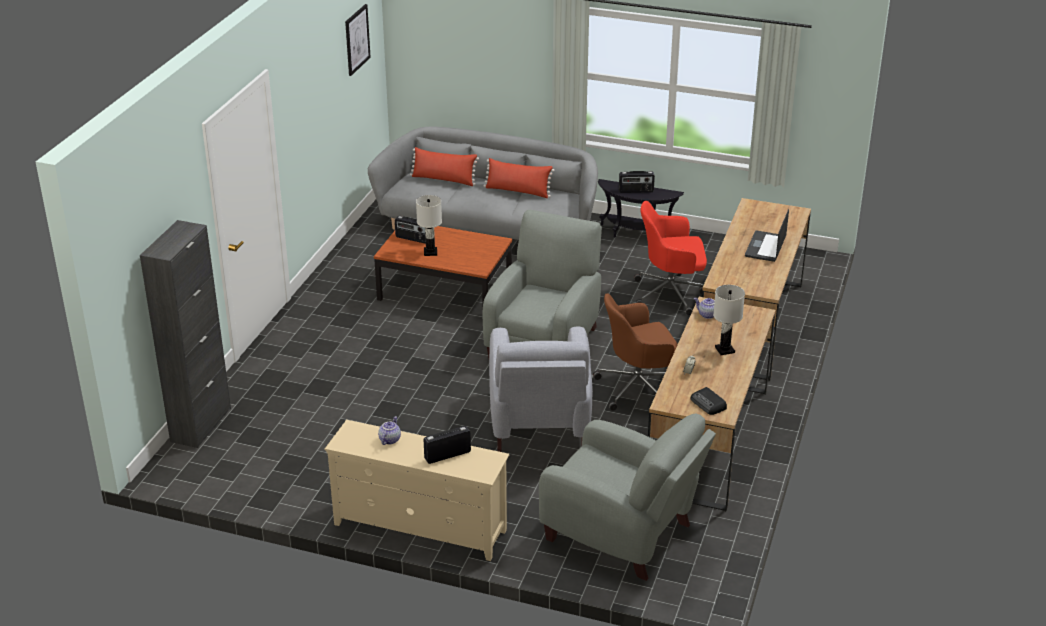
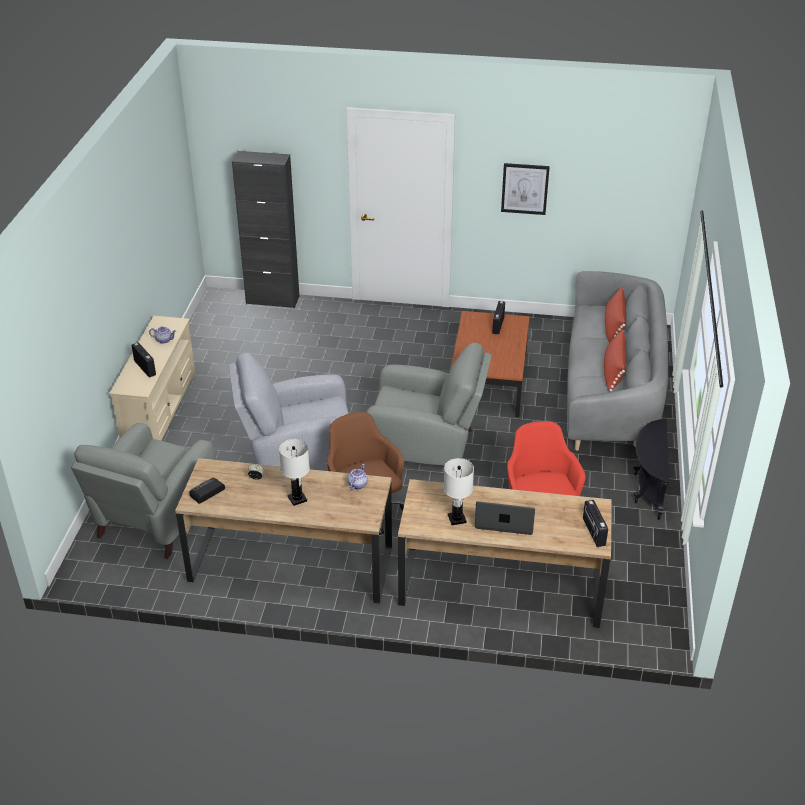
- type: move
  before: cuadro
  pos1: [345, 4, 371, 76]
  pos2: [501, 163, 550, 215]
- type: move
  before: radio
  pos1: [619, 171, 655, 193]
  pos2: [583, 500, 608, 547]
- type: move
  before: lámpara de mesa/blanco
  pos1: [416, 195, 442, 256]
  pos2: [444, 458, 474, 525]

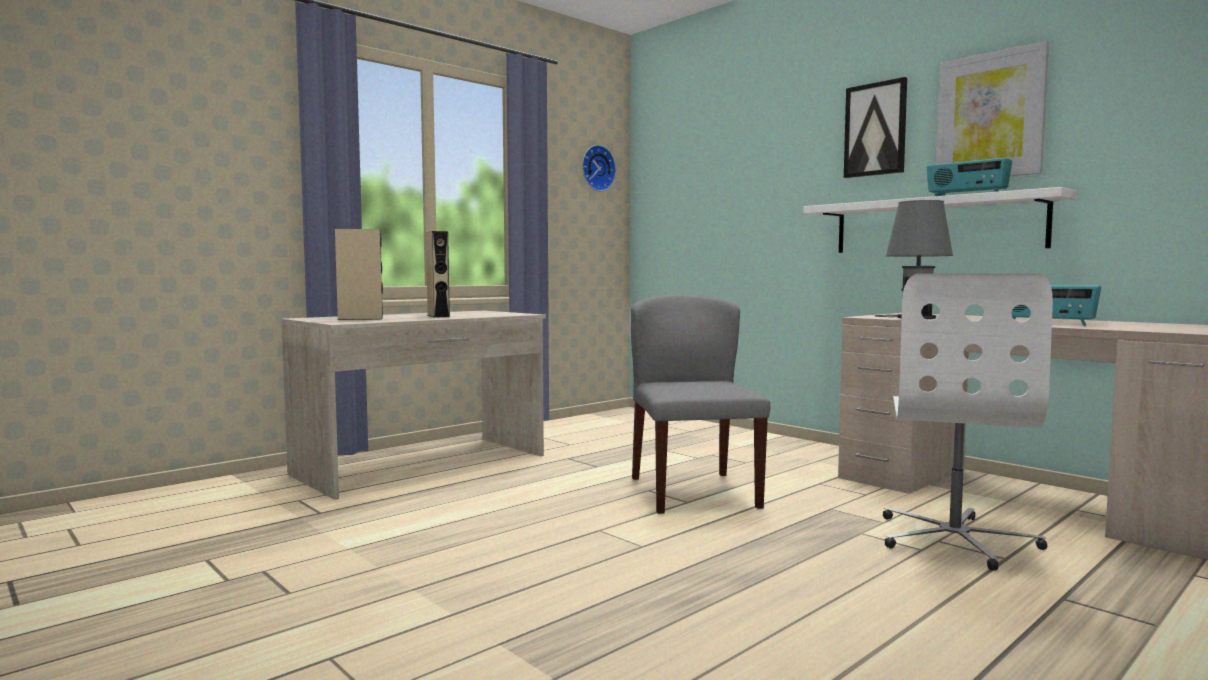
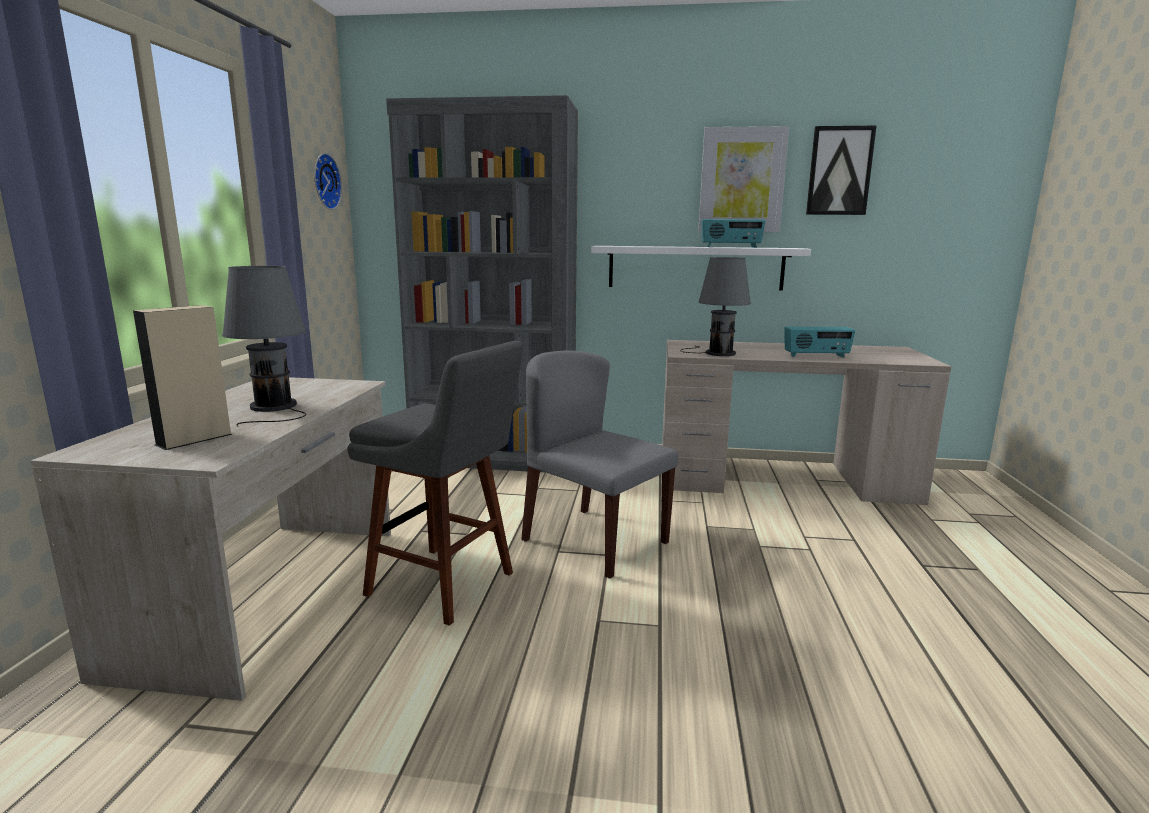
- type: move
  before: cuadro
  pos1: [844, 77, 907, 178]
  pos2: [806, 126, 877, 215]
- type: replace
  before: altavoz/beis
  after: lámpara de mesa/gris
  pos1: [426, 231, 450, 317]
  pos2: [222, 266, 307, 427]
- type: delete
  before: silla de oficina/blanco
  pos1: [883, 273, 1053, 571]
- type: insert
  after: estantería/gris
  pos2: [386, 95, 578, 472]
- type: insert
  after: taburete/gris
  pos2: [347, 341, 523, 626]

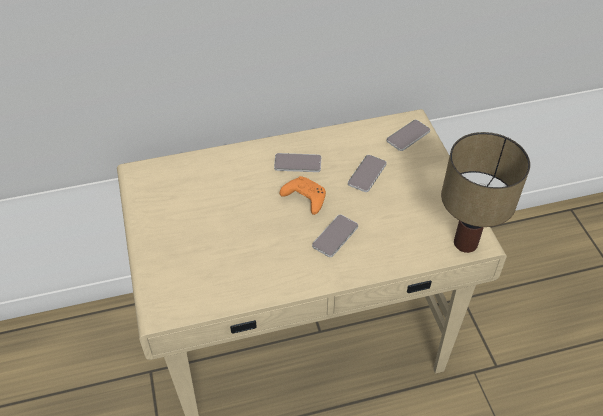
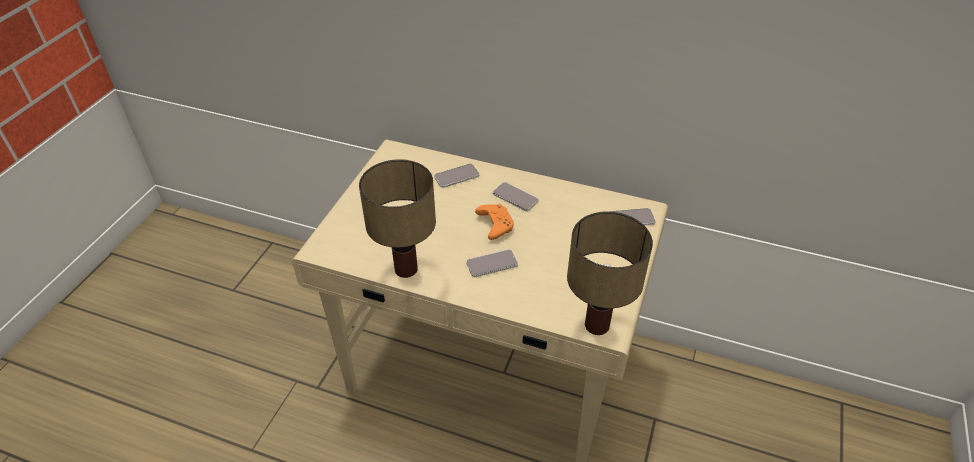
- type: move
  before: móvil
  pos1: [348, 155, 387, 192]
  pos2: [434, 164, 479, 188]
- type: insert
  after: lámpara de mesa
  pos2: [359, 159, 436, 278]

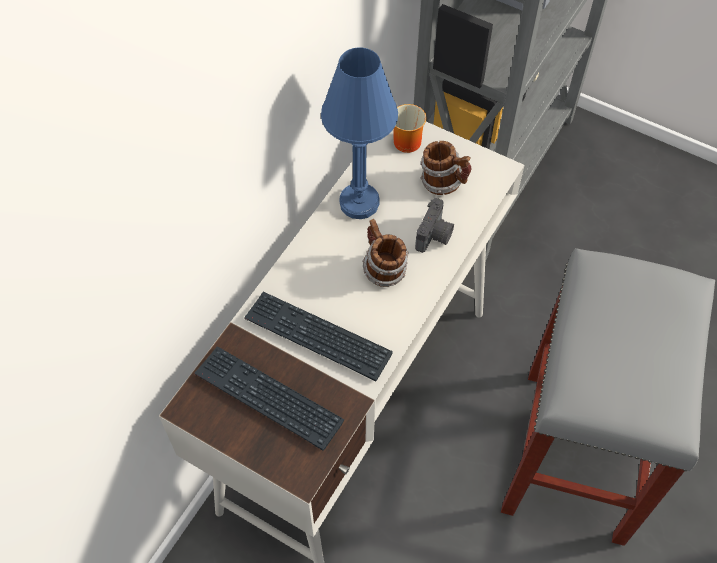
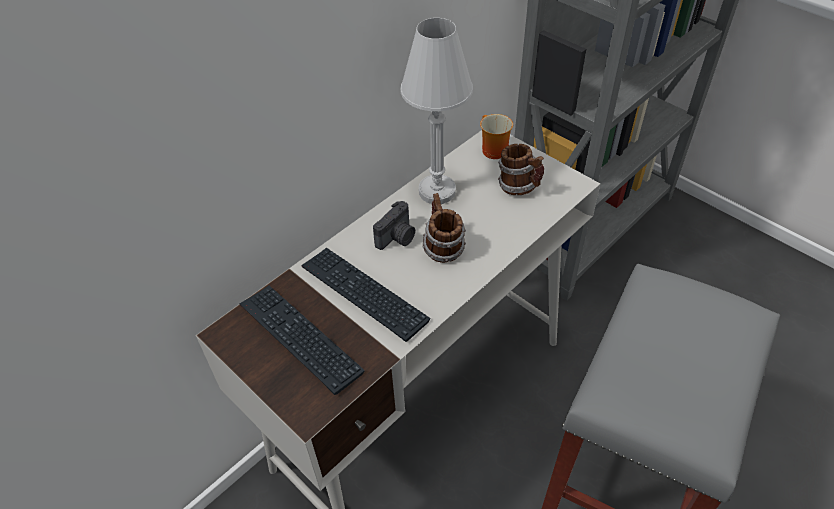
- type: recolor
  before: lámpara de mesa/azul
  after: lámpara de mesa/blanco
  pos1: [321, 47, 398, 219]
  pos2: [400, 18, 473, 204]
- type: move
  before: cámara
  pos1: [415, 198, 454, 253]
  pos2: [373, 201, 415, 250]

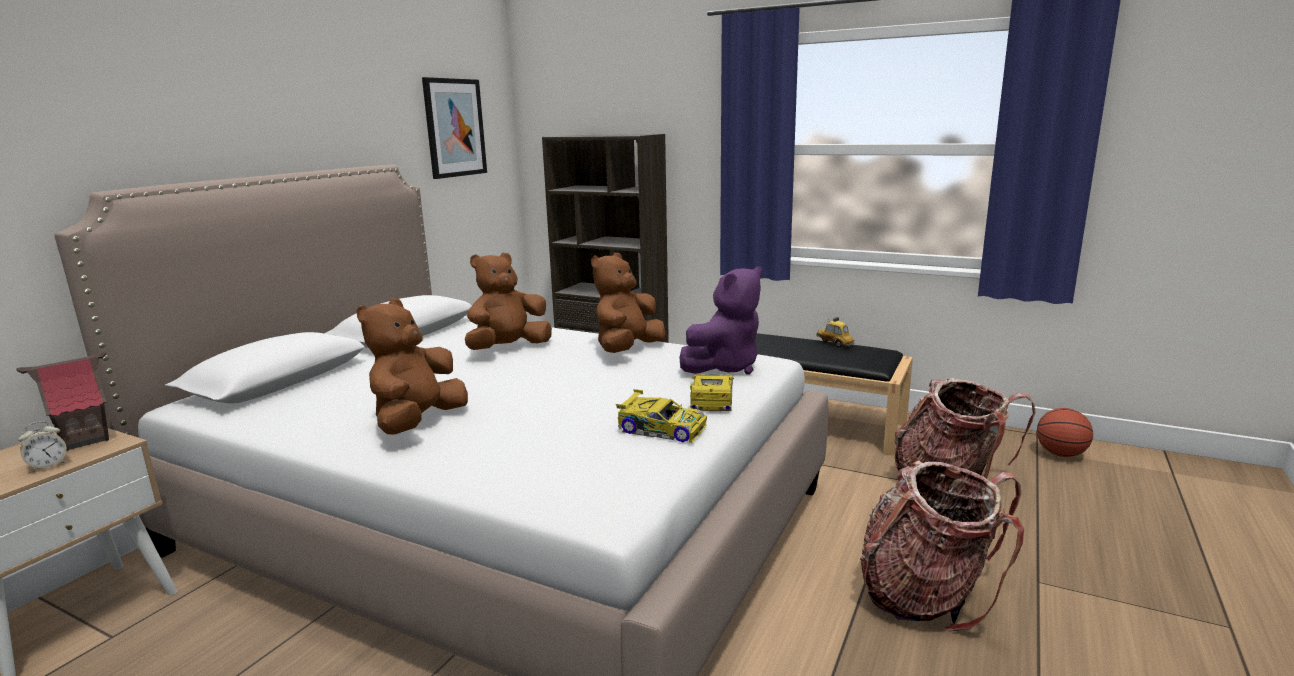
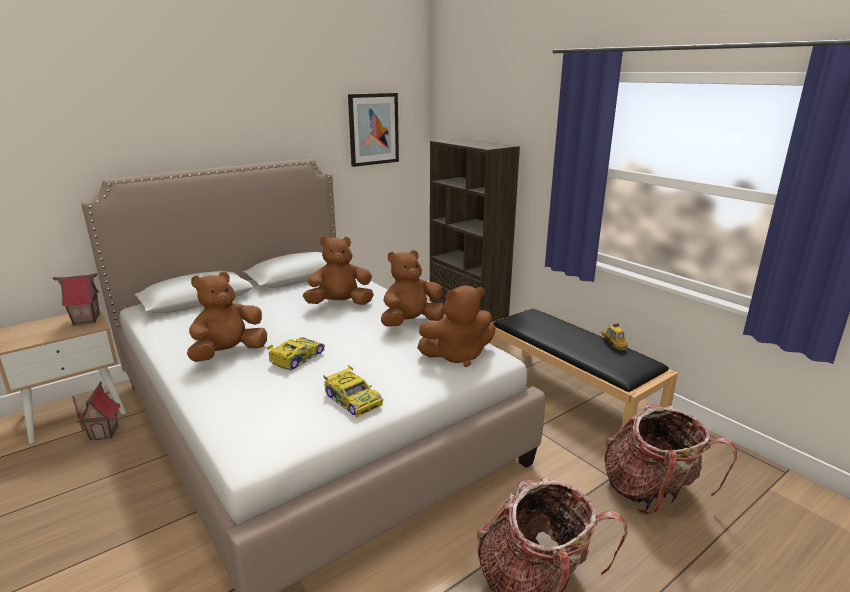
- type: recolor
  before: peluche/morado
  after: peluche/marrón
  pos1: [679, 266, 763, 375]
  pos2: [417, 285, 496, 367]
- type: move
  before: coche de juguete
  pos1: [690, 373, 734, 411]
  pos2: [267, 337, 325, 370]
- type: delete
  before: balón de baloncesto
  pos1: [1037, 408, 1093, 457]
- type: delete
  before: despertador
  pos1: [18, 421, 67, 472]
- type: insert
  after: casita
  pos2: [77, 381, 120, 441]

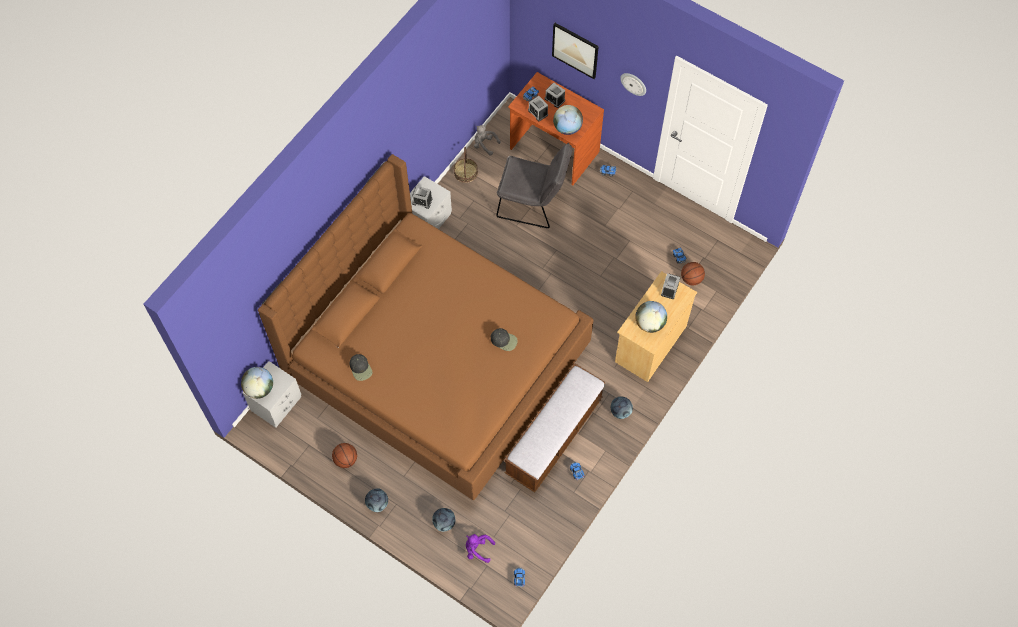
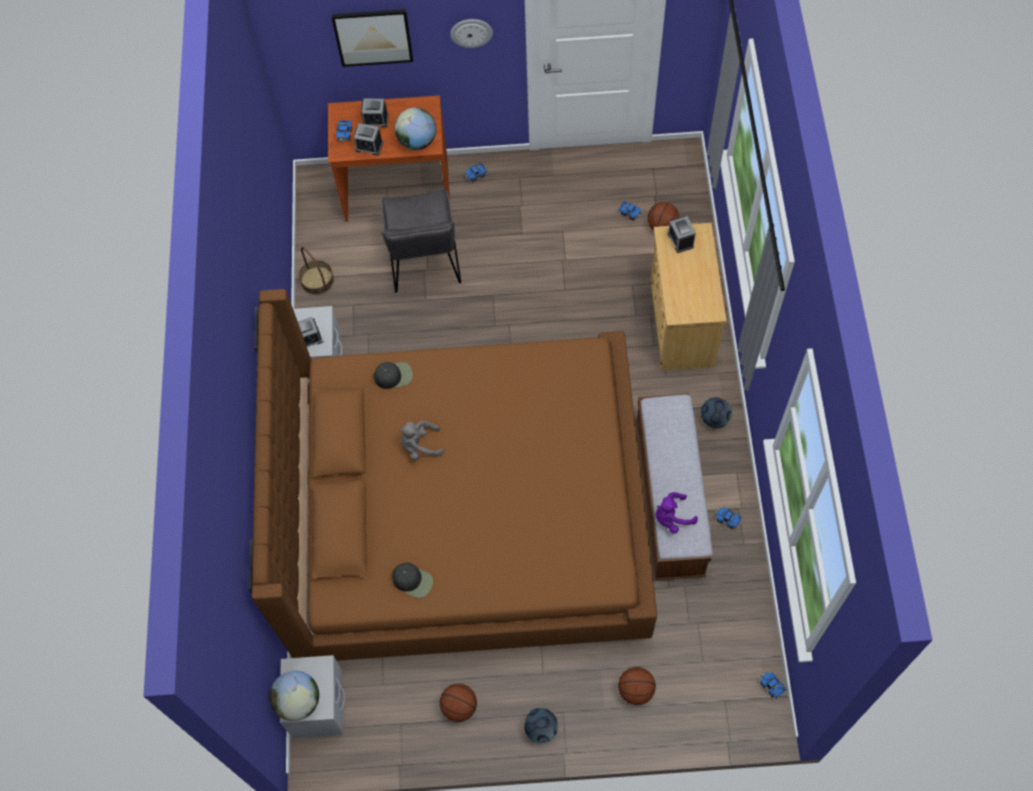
- type: move
  before: peluche/gris
  pos1: [474, 125, 501, 156]
  pos2: [399, 421, 444, 460]
- type: rotate
  before: silla/gris
  pos1: [496, 143, 572, 228]
  pos2: [381, 189, 461, 293]
  turn: 105
- type: delete
  before: globo terráqueo
  pos1: [635, 301, 667, 333]
- type: move
  before: gorra/negro
  pos1: [491, 328, 518, 351]
  pos2: [374, 362, 413, 389]
- type: replace
  before: balón de fútbol
  after: balón de baloncesto
  pos1: [432, 508, 455, 532]
  pos2: [618, 667, 656, 705]
- type: move
  before: peluche/morado
  pos1: [466, 534, 495, 563]
  pos2: [656, 492, 698, 533]

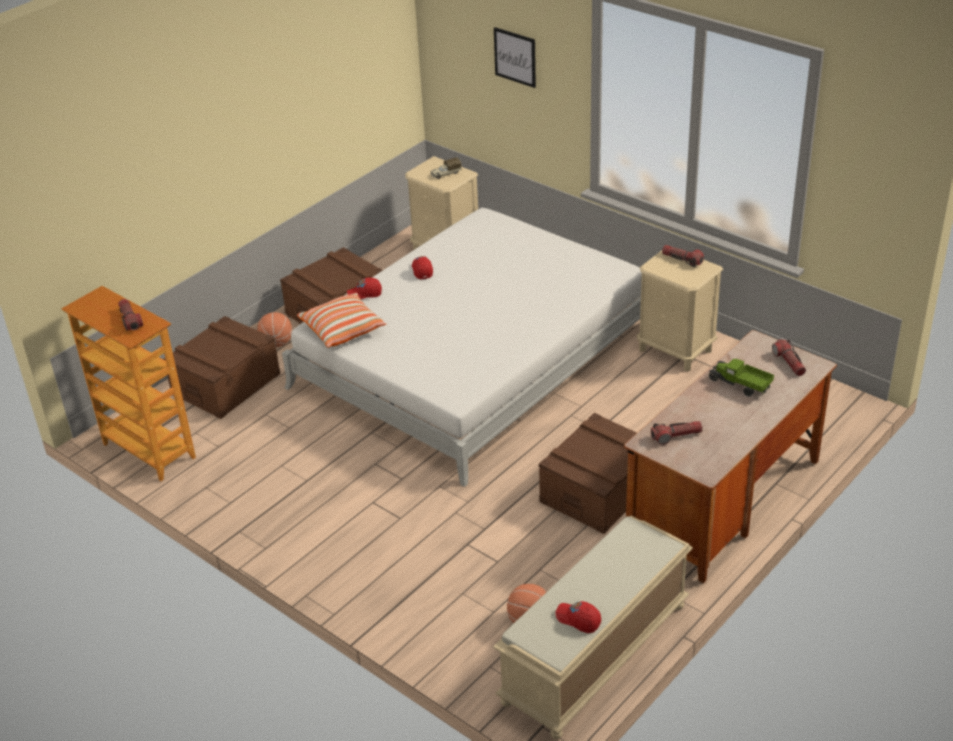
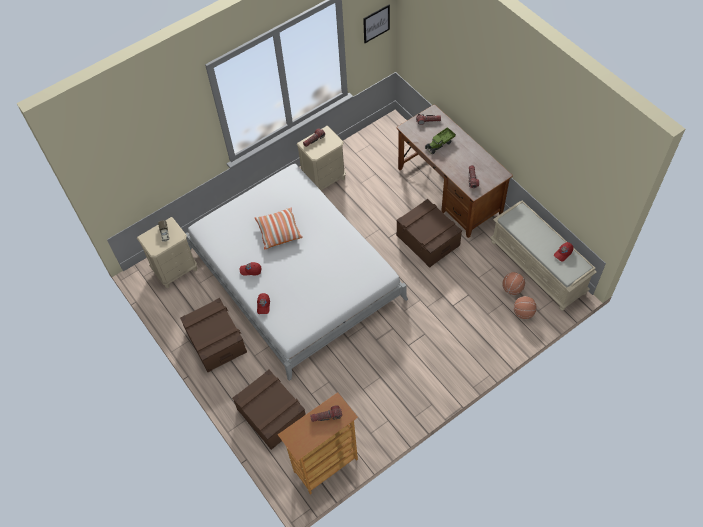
- type: move
  before: cuadro
  pos1: [494, 27, 536, 88]
  pos2: [363, 5, 390, 43]
- type: move
  before: cojín
  pos1: [297, 293, 387, 348]
  pos2: [255, 207, 303, 250]
- type: move
  before: balón de baloncesto
  pos1: [257, 312, 292, 347]
  pos2: [514, 296, 537, 319]

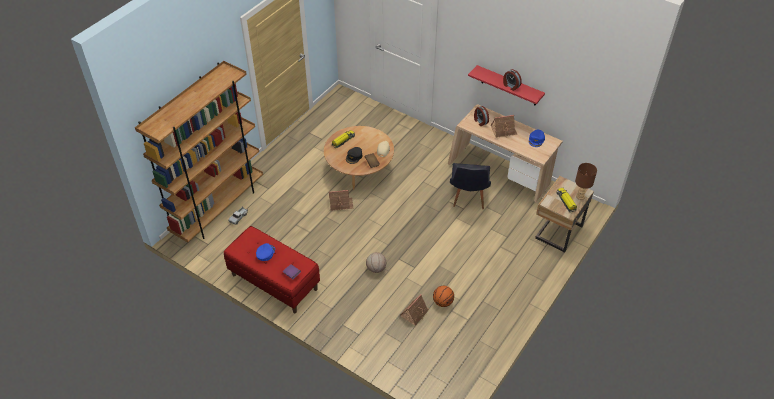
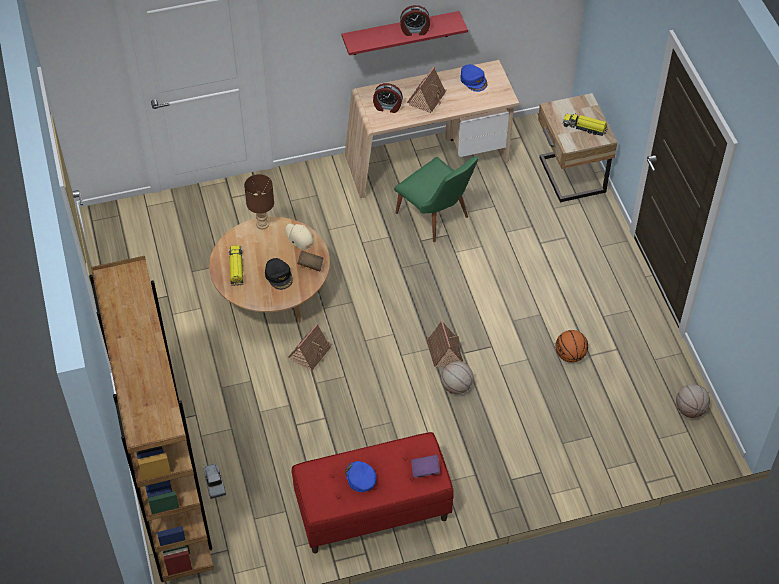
- type: recolor
  before: silla/negro
  after: silla/verde
  pos1: [450, 163, 491, 209]
  pos2: [394, 157, 479, 242]
- type: move
  before: lámpara de mesa/marrón
  pos1: [575, 163, 597, 200]
  pos2: [244, 174, 274, 229]
- type: move
  before: casita
  pos1: [400, 294, 429, 325]
  pos2: [427, 320, 463, 368]
- type: insert
  after: balón de baloncesto
  pos2: [676, 384, 710, 418]

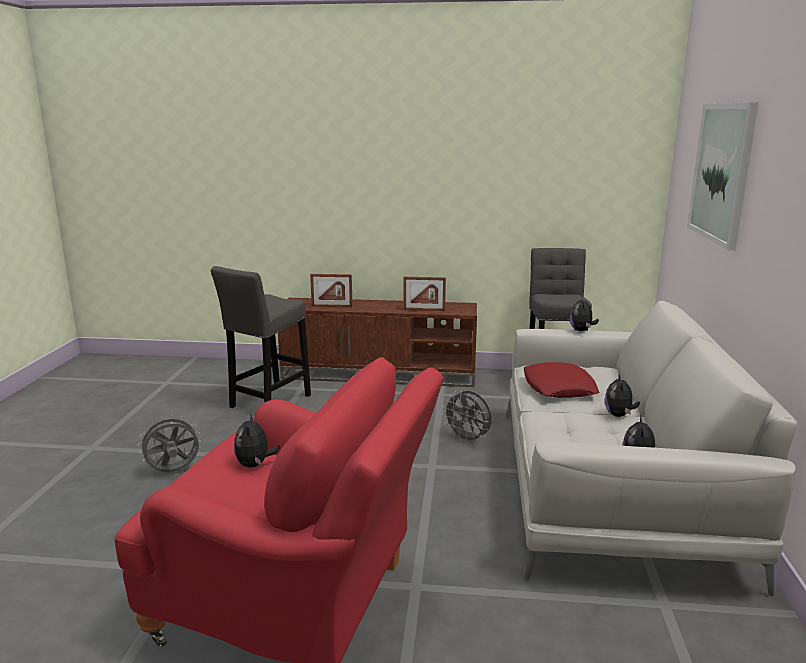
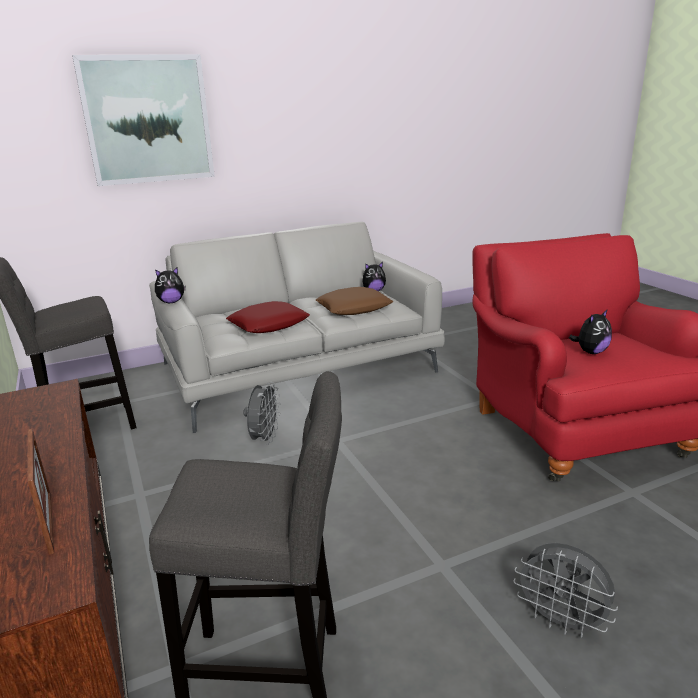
- type: delete
  before: portarretratos
  pos1: [403, 277, 446, 311]
- type: delete
  before: peluche
  pos1: [605, 374, 640, 417]
- type: insert
  after: cojín/marrón
  pos2: [316, 287, 393, 315]

